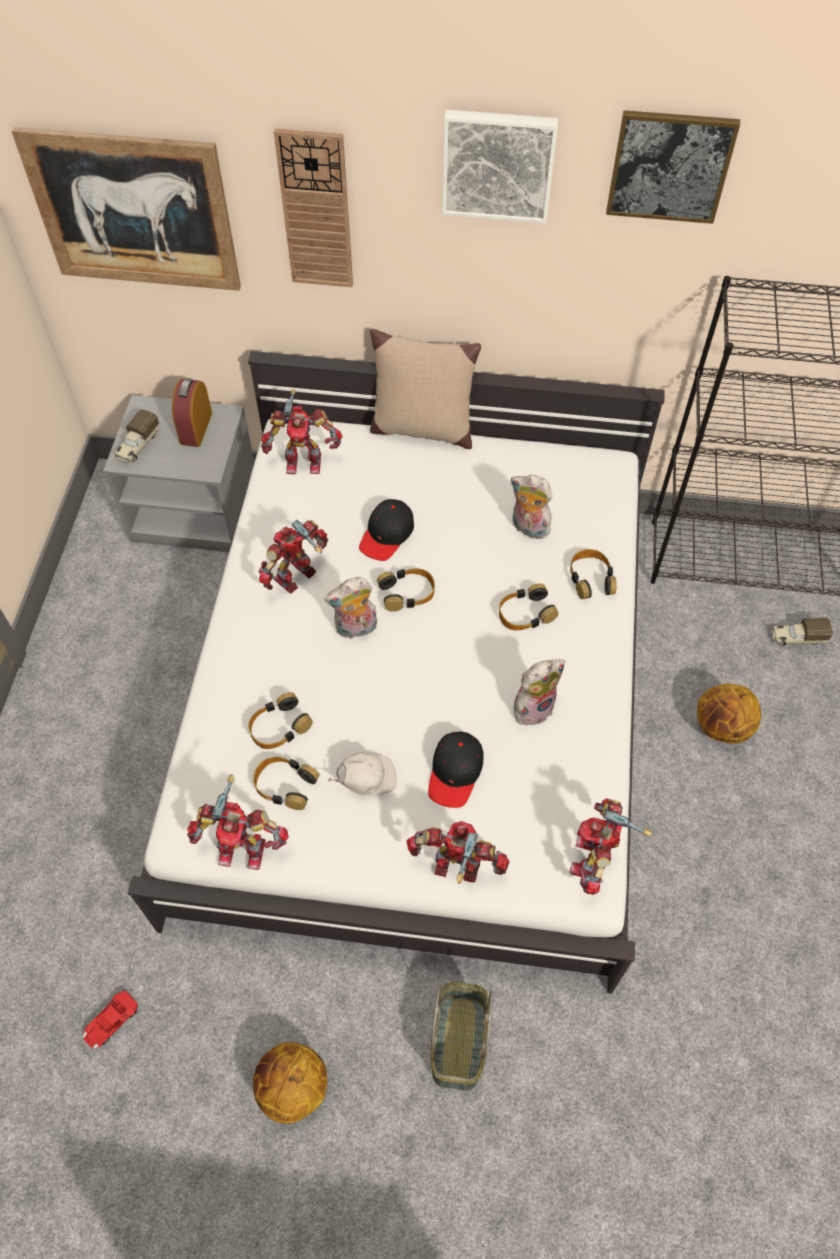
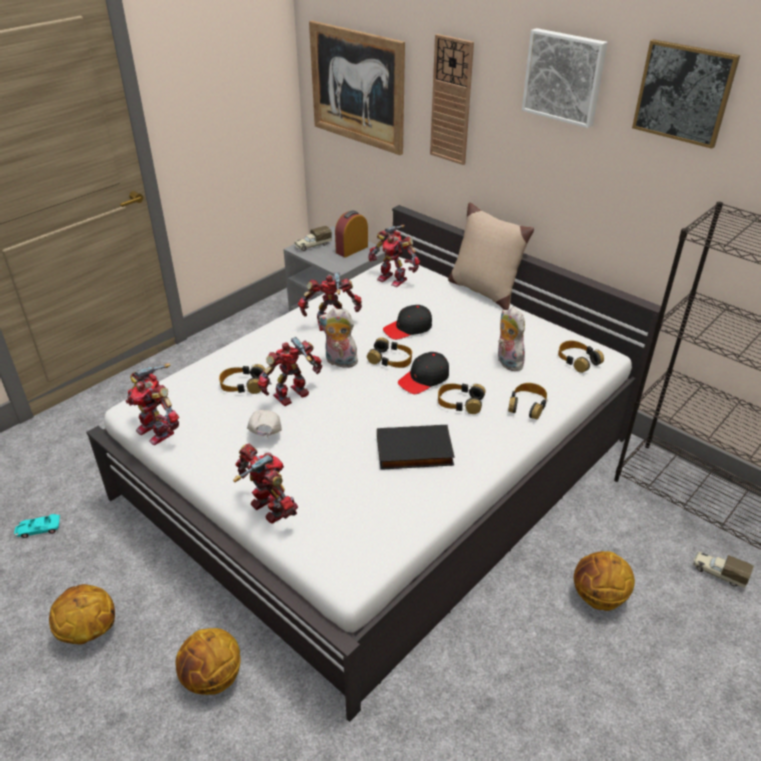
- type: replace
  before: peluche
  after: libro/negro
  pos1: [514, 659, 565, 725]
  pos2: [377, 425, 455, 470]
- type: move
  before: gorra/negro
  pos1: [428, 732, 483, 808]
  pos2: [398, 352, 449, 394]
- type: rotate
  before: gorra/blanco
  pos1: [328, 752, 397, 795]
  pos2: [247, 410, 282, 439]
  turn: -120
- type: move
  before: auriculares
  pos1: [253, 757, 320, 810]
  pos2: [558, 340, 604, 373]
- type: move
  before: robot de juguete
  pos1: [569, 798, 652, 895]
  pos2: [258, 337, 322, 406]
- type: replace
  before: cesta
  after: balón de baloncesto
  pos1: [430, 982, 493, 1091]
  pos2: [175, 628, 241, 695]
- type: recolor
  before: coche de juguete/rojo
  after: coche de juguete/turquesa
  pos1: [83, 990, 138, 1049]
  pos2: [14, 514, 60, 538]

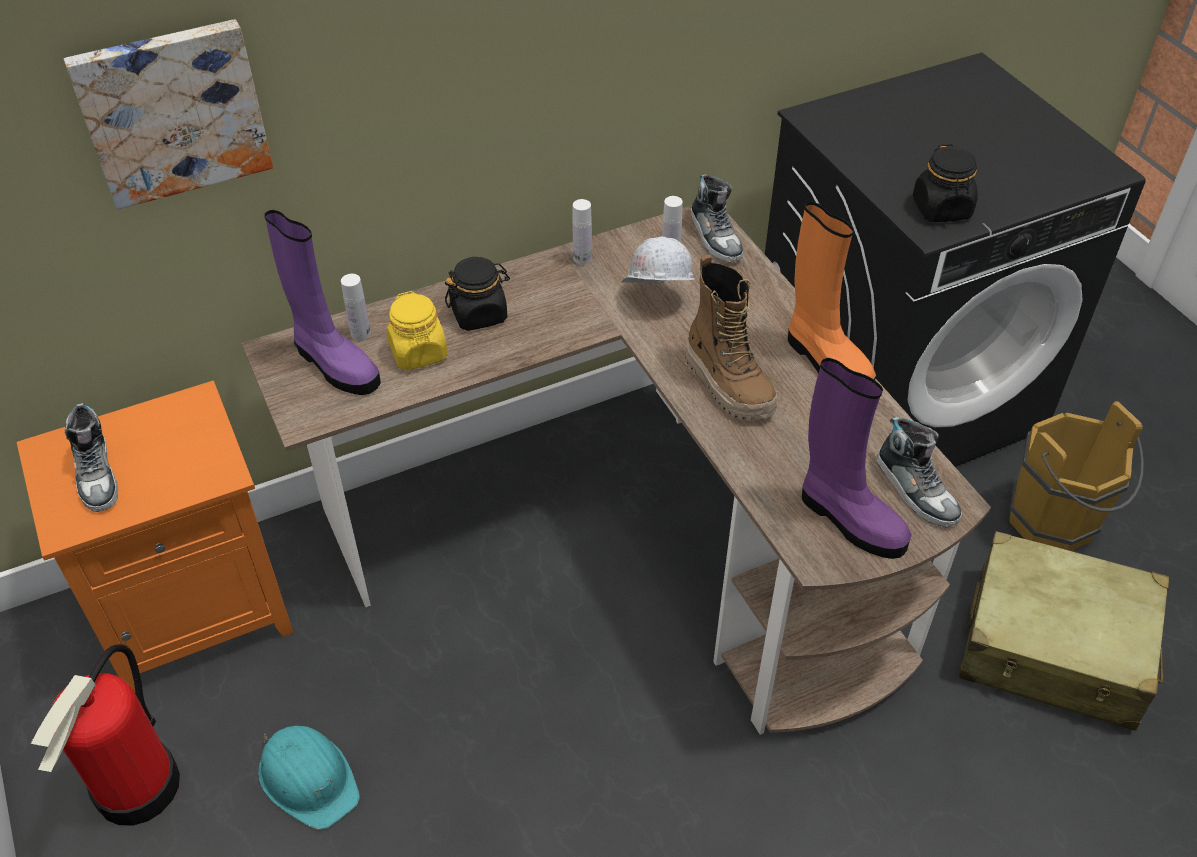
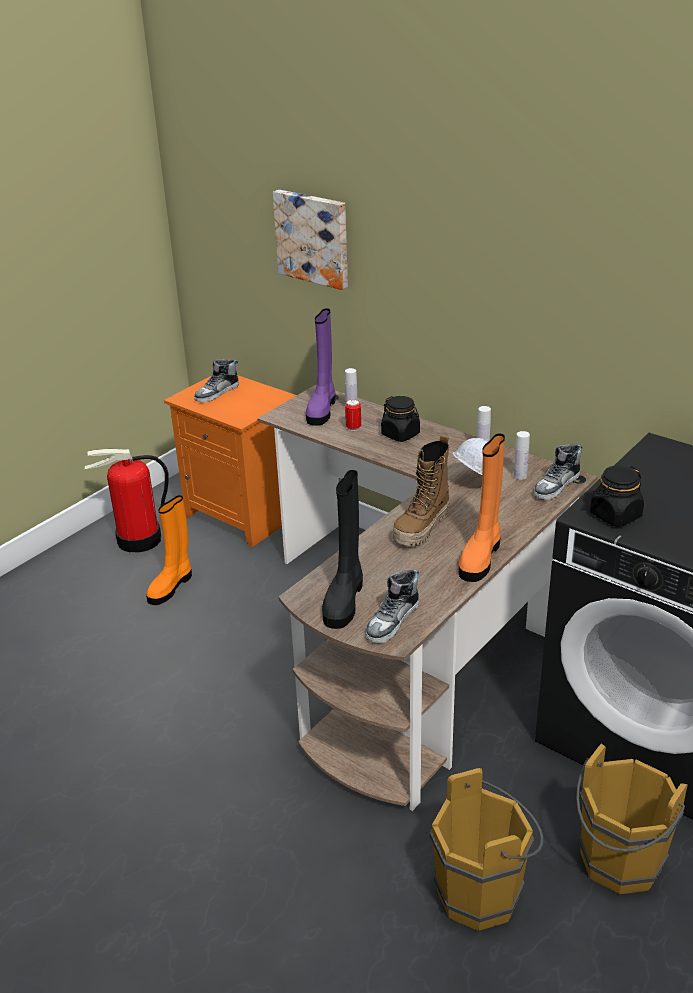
- type: replace
  before: tarro/amarillo
  after: lata
  pos1: [386, 291, 448, 370]
  pos2: [345, 399, 361, 431]
- type: recolor
  before: bota/morado
  after: bota/negro
  pos1: [802, 358, 912, 559]
  pos2: [322, 470, 363, 629]
- type: replace
  before: maleta/beis
  after: cubo/marrón
  pos1: [959, 531, 1169, 730]
  pos2: [430, 768, 544, 931]
- type: replace
  before: casco/turquesa
  after: bota/naranja
  pos1: [258, 726, 360, 830]
  pos2: [146, 495, 192, 605]

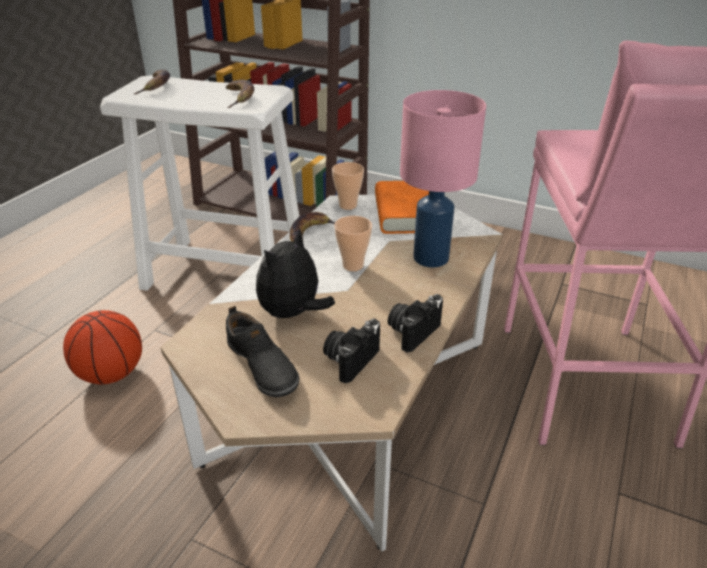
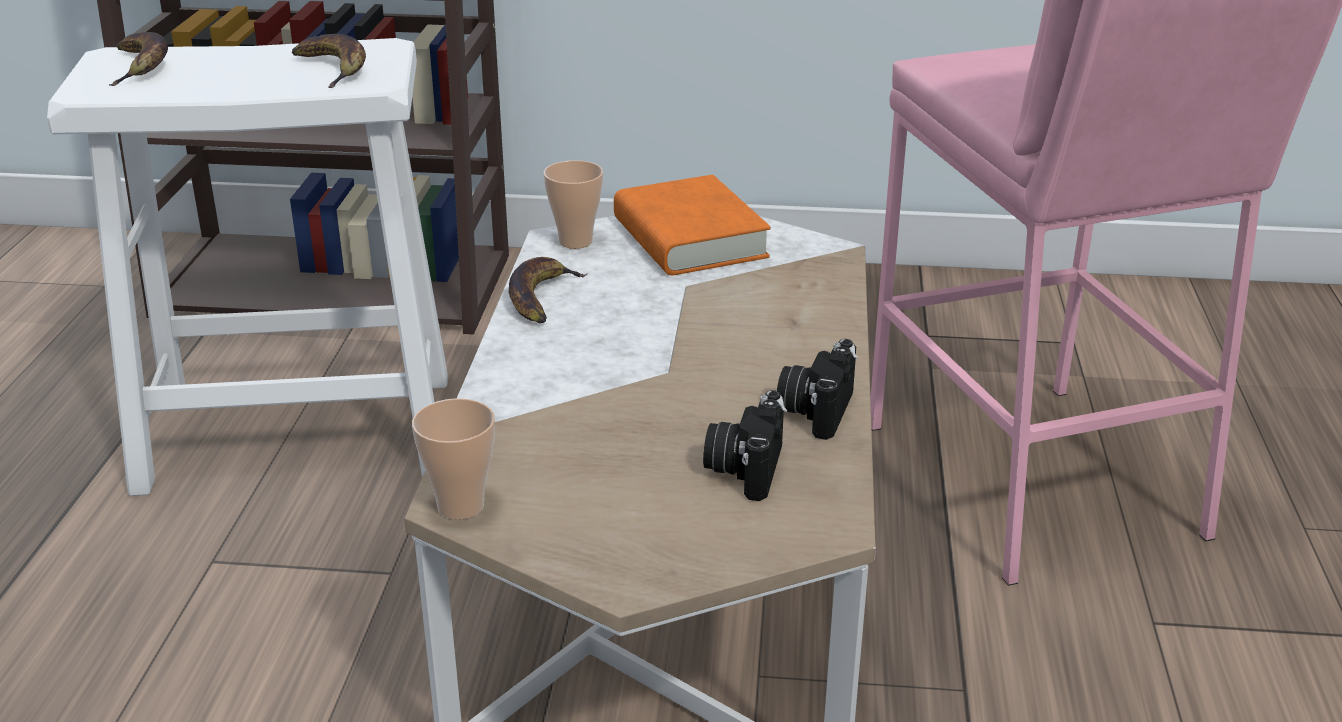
- type: delete
  before: lámpara de mesa/rosa
  pos1: [400, 90, 486, 267]
- type: move
  before: taza
  pos1: [334, 216, 372, 271]
  pos2: [412, 398, 495, 520]
- type: delete
  before: peluche
  pos1: [256, 228, 335, 320]
- type: delete
  before: zapato/negro
  pos1: [226, 306, 300, 397]
- type: delete
  before: balón de baloncesto
  pos1: [63, 310, 142, 384]

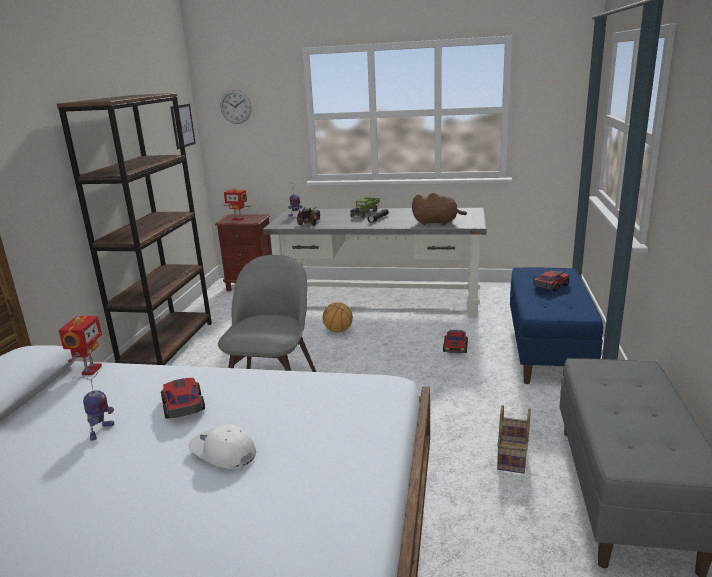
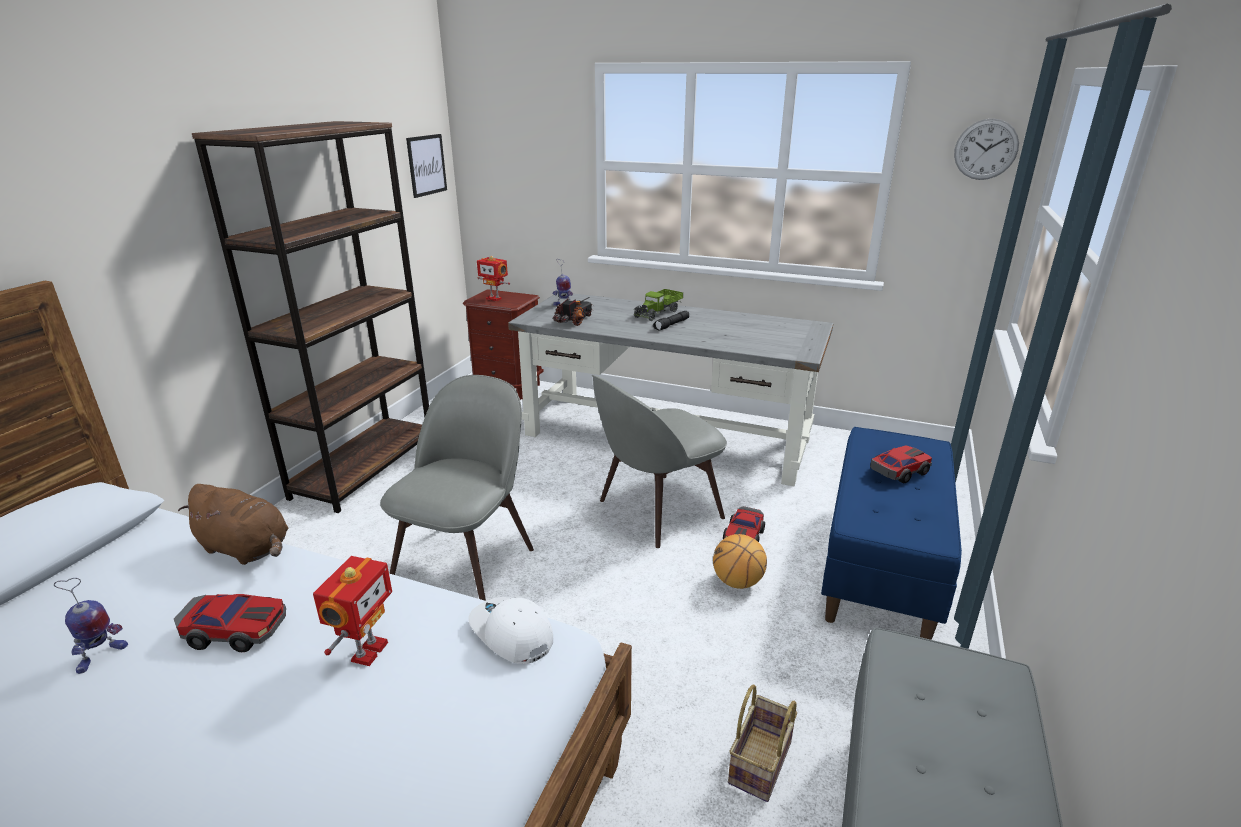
- type: move
  before: reloj de pared
  pos1: [220, 90, 252, 124]
  pos2: [954, 118, 1019, 180]
- type: move
  before: peluche/marrón
  pos1: [412, 193, 467, 225]
  pos2: [178, 484, 288, 565]
- type: move
  before: balón de baloncesto
  pos1: [323, 302, 353, 333]
  pos2: [713, 534, 767, 589]
- type: move
  before: robot de juguete
  pos1: [58, 315, 102, 375]
  pos2: [313, 556, 392, 666]
- type: rotate
  before: coche de juguete
  pos1: [161, 378, 205, 419]
  pos2: [174, 594, 286, 652]
  turn: 105
- type: move
  before: gorra/blanco
  pos1: [188, 424, 256, 469]
  pos2: [468, 597, 553, 664]
- type: insert
  after: silla/gris
  pos2: [592, 375, 727, 548]

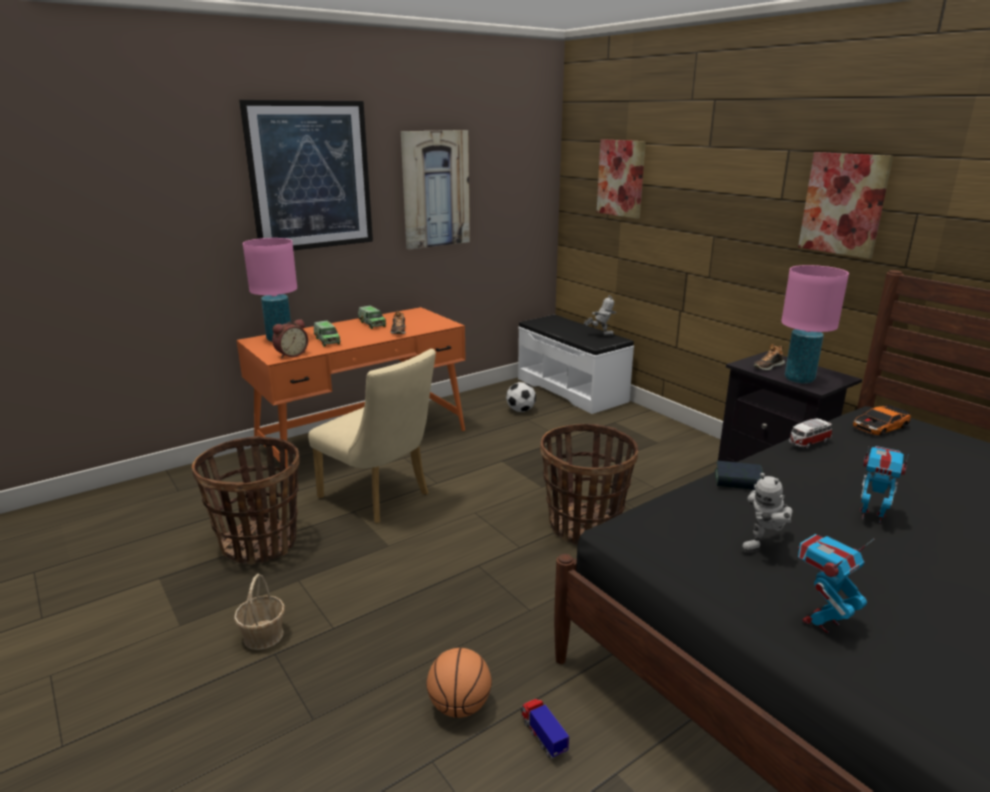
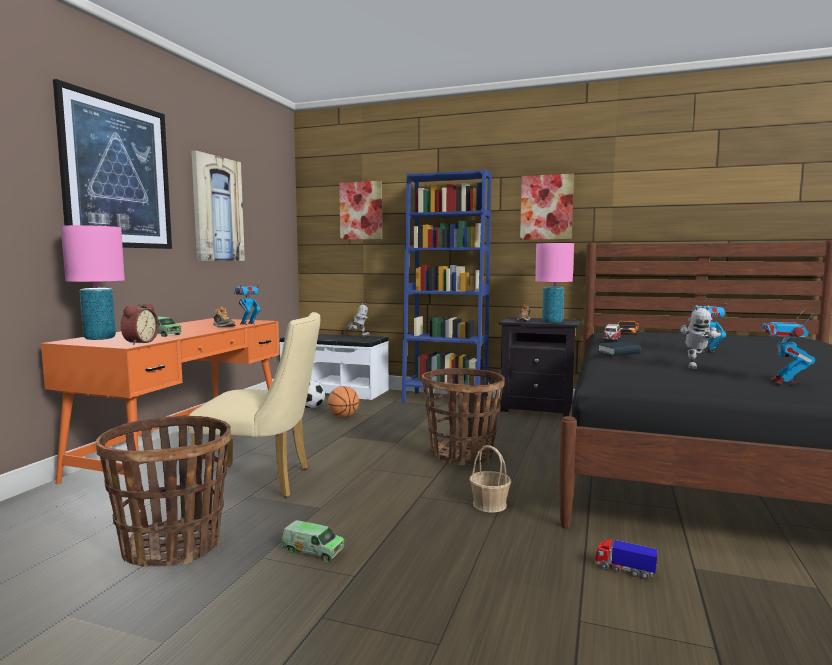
- type: move
  before: camión de juguete
  pos1: [358, 306, 386, 329]
  pos2: [282, 520, 344, 562]
- type: move
  before: cesta
  pos1: [234, 573, 285, 650]
  pos2: [469, 445, 512, 512]
- type: move
  before: balón de baloncesto
  pos1: [426, 648, 492, 718]
  pos2: [328, 386, 359, 418]
- type: insert
  after: estantería/azul
  pos2: [402, 169, 492, 403]
- type: insert
  after: robot de juguete
  pos2: [234, 279, 261, 325]

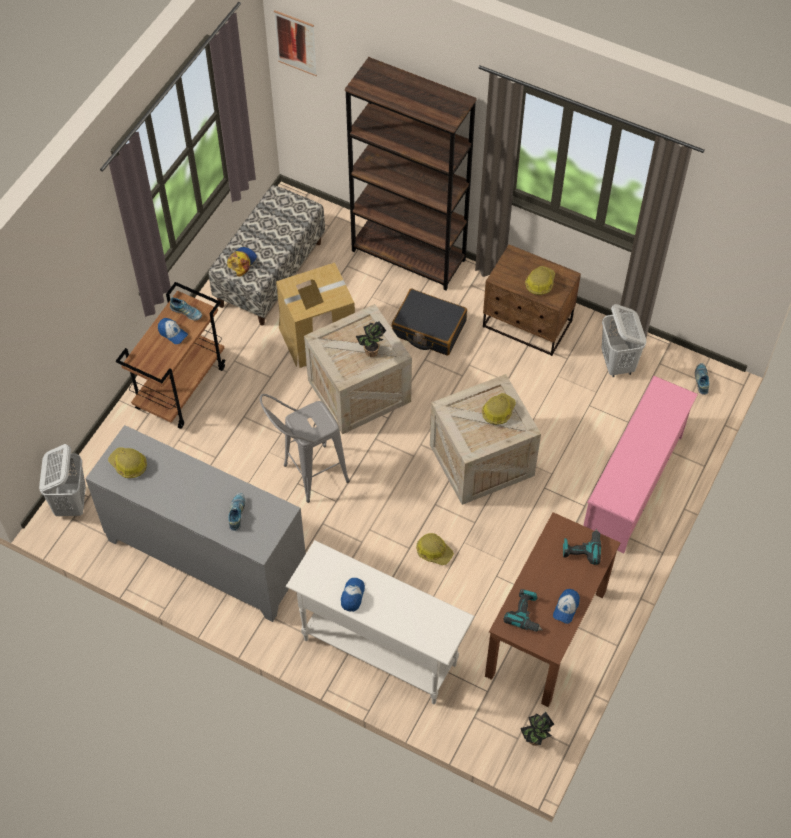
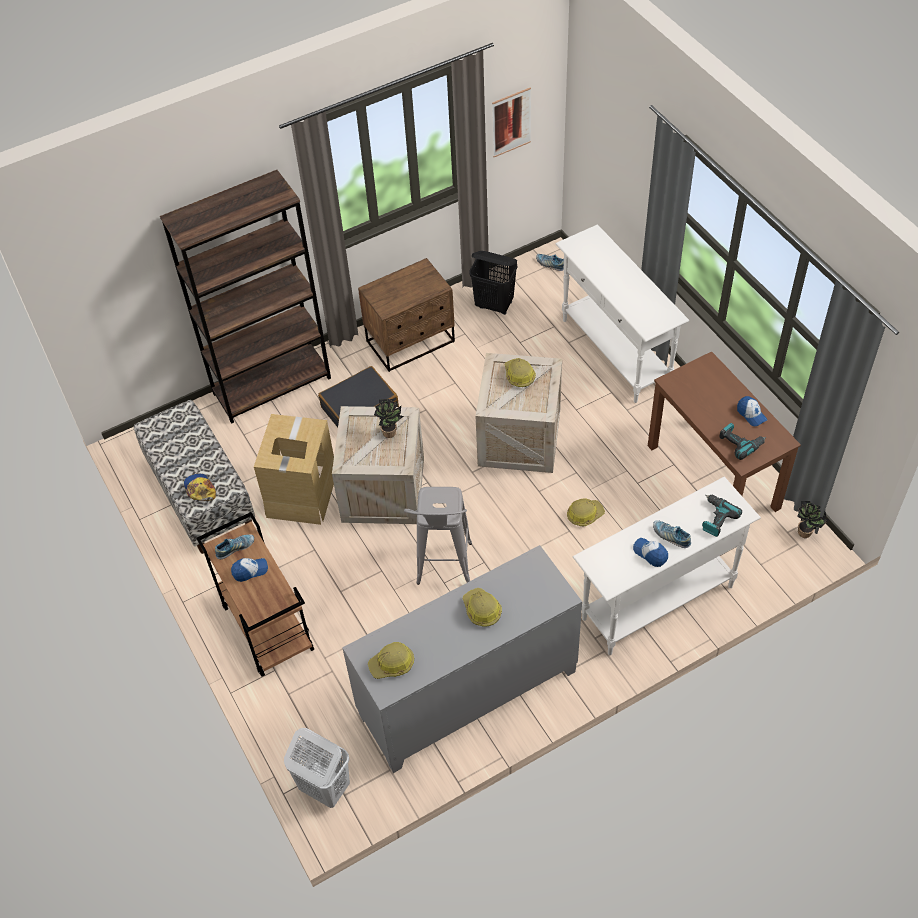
- type: move
  before: cuadro
  pos1: [274, 10, 317, 76]
  pos2: [492, 87, 531, 157]
- type: move
  before: casco
  pos1: [525, 266, 555, 295]
  pos2: [462, 588, 502, 627]
- type: recolor
  before: cesto de la ropa/blanco
  after: cesto de la ropa/negro
  pos1: [601, 304, 646, 377]
  pos2: [469, 251, 517, 315]
- type: replace
  before: zapatero/rosa
  after: mesa consola/blanco
  pos1: [583, 376, 698, 553]
  pos2: [556, 225, 689, 403]
- type: move
  before: zapato
  pos1: [228, 493, 246, 531]
  pos2: [653, 520, 691, 548]
- type: move
  before: taladro
  pos1: [563, 529, 601, 565]
  pos2: [702, 495, 742, 537]

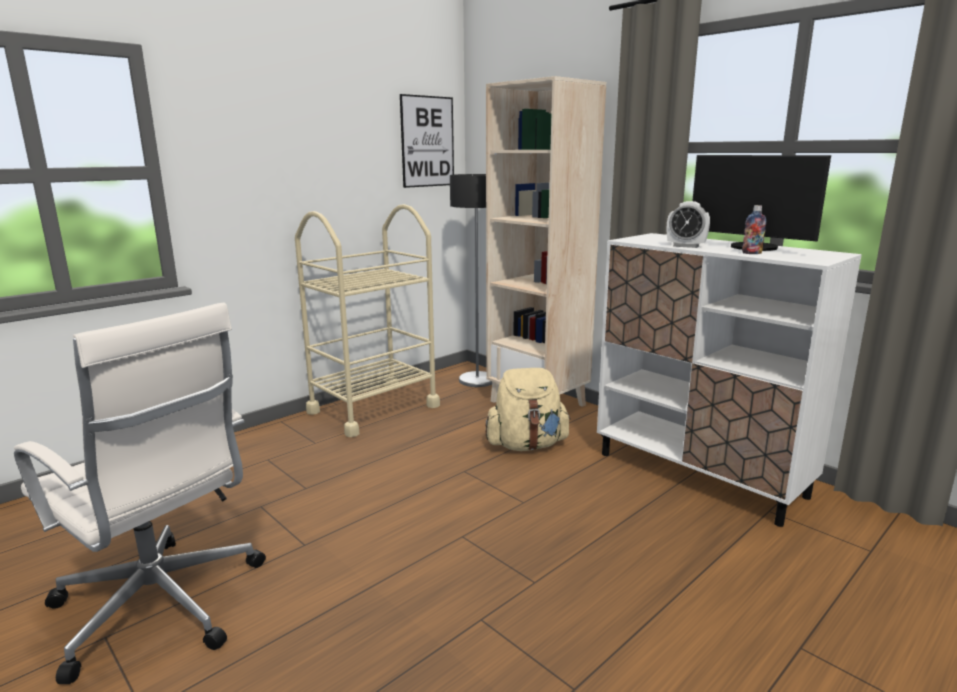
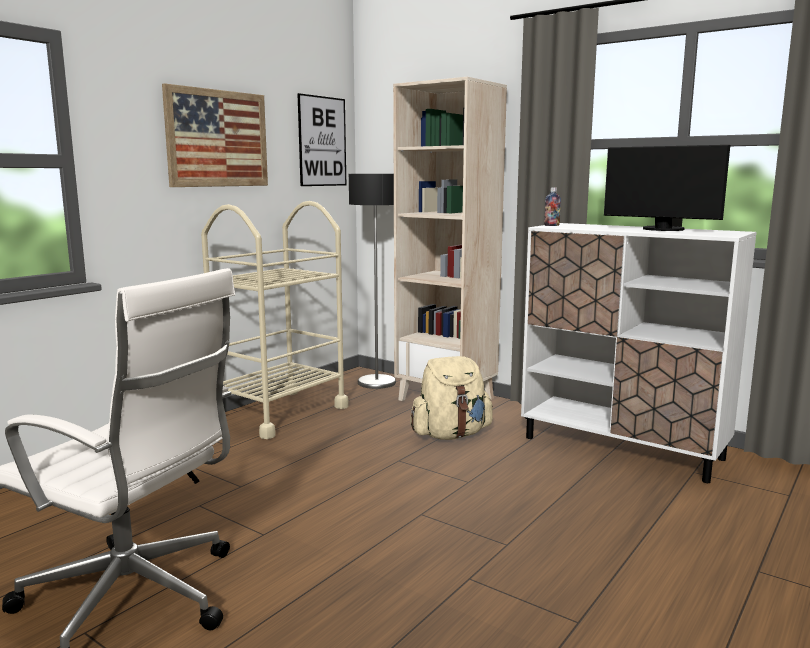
- type: delete
  before: despertador
  pos1: [667, 201, 710, 248]
- type: move
  before: botella
  pos1: [742, 205, 766, 254]
  pos2: [544, 187, 561, 226]
- type: insert
  after: cuadro
  pos2: [162, 83, 268, 187]

